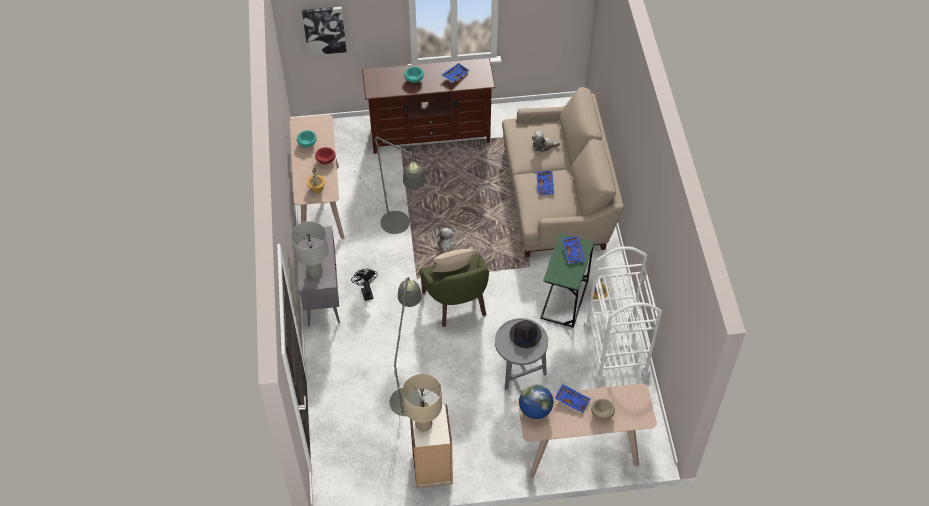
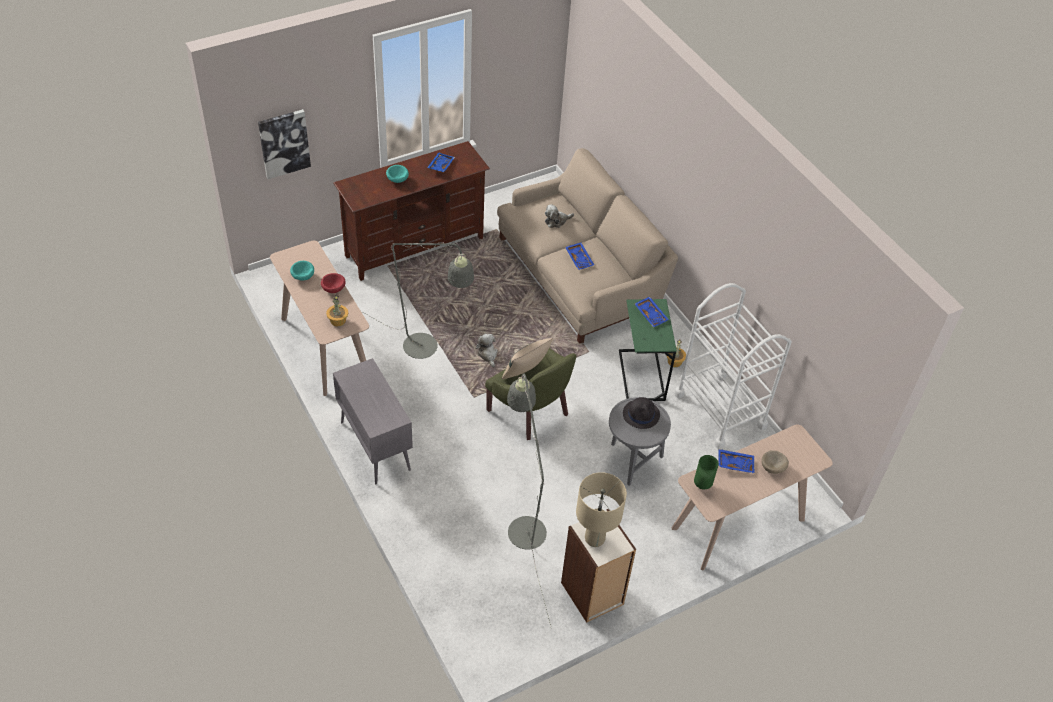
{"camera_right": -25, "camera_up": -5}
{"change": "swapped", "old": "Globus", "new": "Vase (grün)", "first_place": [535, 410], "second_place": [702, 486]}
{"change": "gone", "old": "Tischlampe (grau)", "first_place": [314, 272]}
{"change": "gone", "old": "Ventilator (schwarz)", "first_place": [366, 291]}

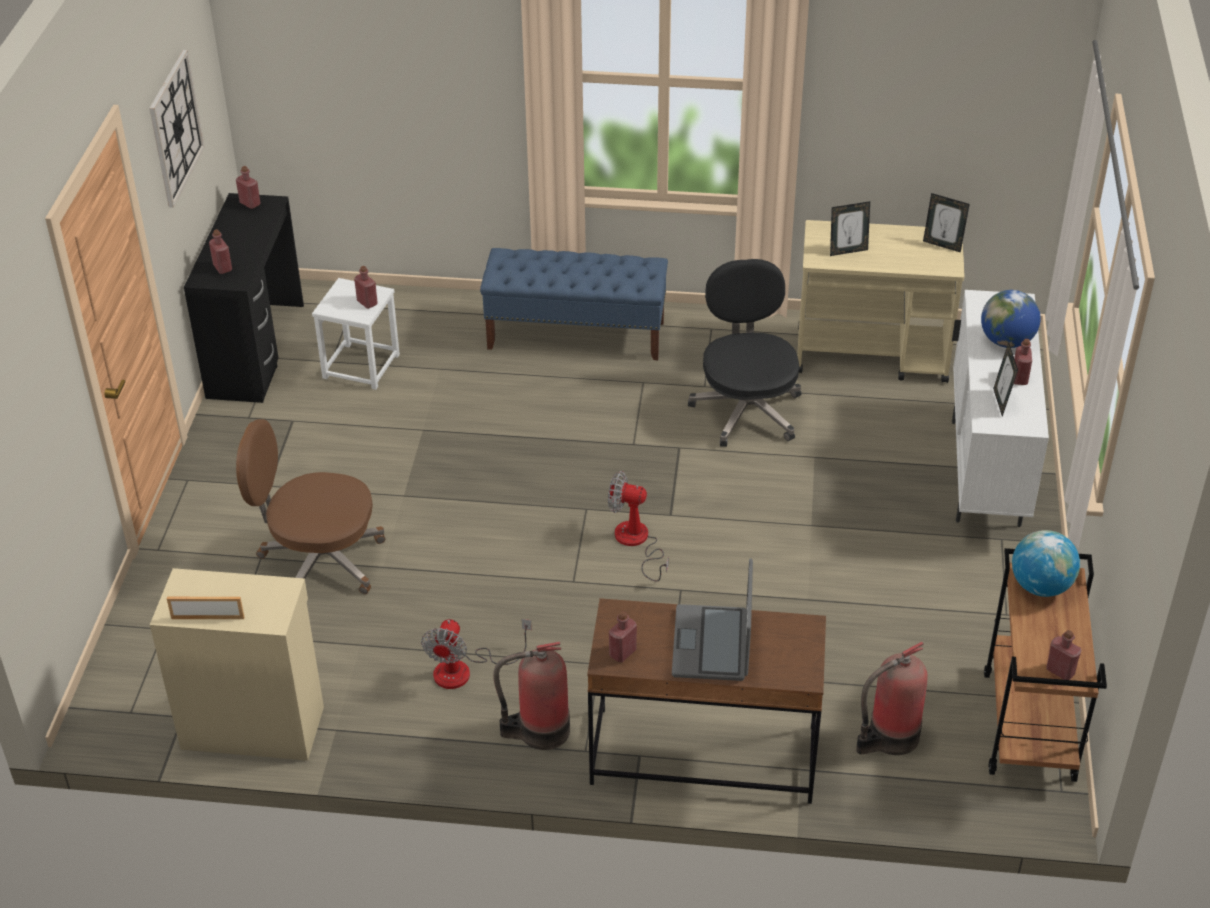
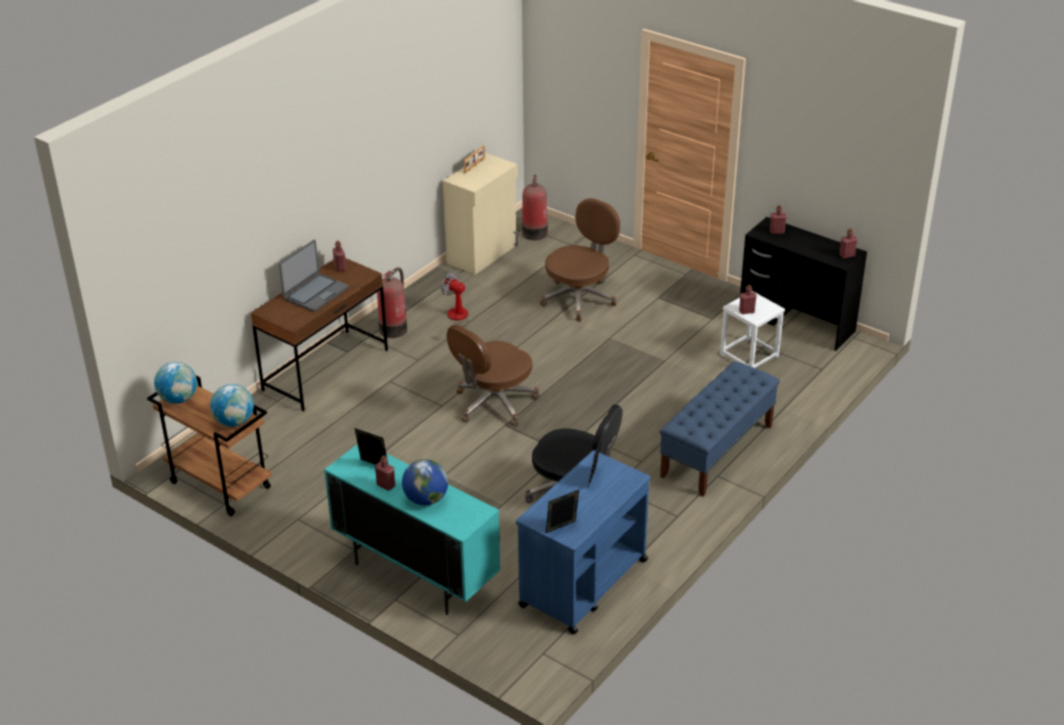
{"camera_right": 120, "camera_up": -5}
{"change": "swapped", "old": "Flasche (rot)", "new": "Globus", "first_place": [1060, 671], "second_place": [178, 399]}
{"change": "rotated", "old": "Laptop", "first_place": [712, 644], "second_place": [315, 293], "degrees": 90}
{"change": "repainted", "old": "Schrank (weiß)", "new": "Schrank (türkis)", "first_place": [985, 473], "second_place": [415, 575]}
{"change": "swapped", "old": "Ventilator", "new": "Bürostuhl (braun)", "first_place": [636, 543], "second_place": [494, 404]}
{"change": "repainted", "old": "Rollwagen (beige)", "new": "Rollwagen (blau)", "first_place": [872, 355], "second_place": [582, 583]}
{"change": "shifted", "old": "Feuerlöscher", "first_place": [890, 737], "second_place": [534, 232]}
{"change": "gone", "old": "Wanduhr", "first_place": [175, 128]}

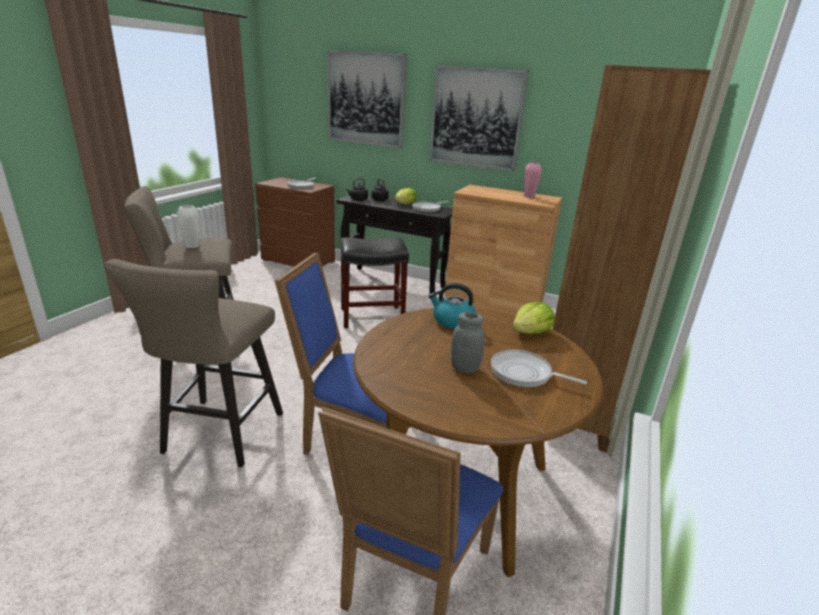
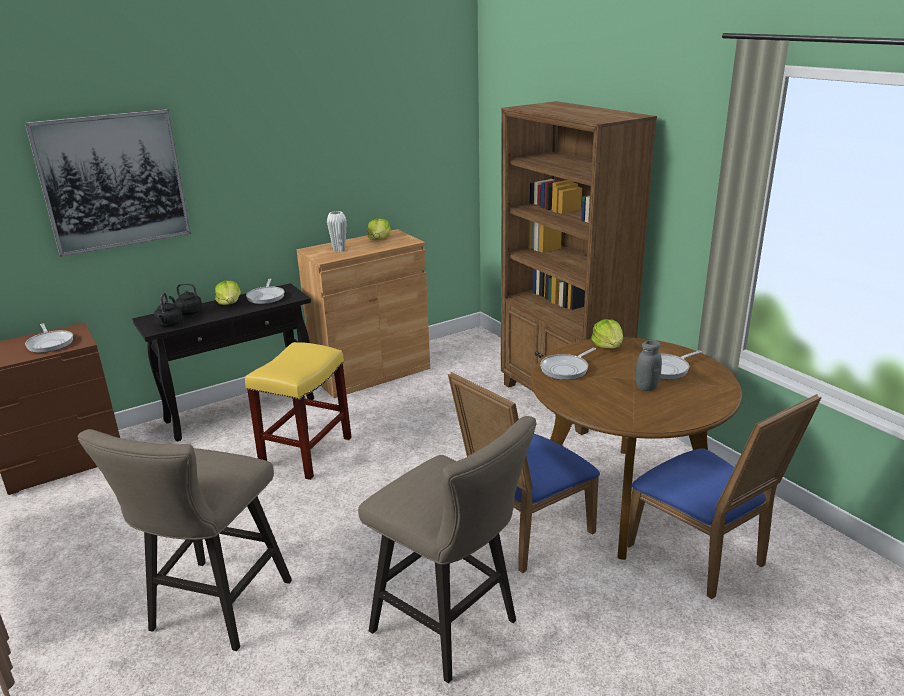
{"camera_right": -55, "camera_up": 0}
{"change": "repainted", "old": "Hocker (schwarz)", "new": "Hocker (gelb)", "first_place": [372, 316], "second_place": [306, 452]}
{"change": "shifted", "old": "Vase (weiß)", "first_place": [192, 246], "second_place": [339, 250]}
{"change": "swapped", "old": "Vase (rosa)", "new": "Salatkopf", "first_place": [529, 196], "second_place": [379, 240]}
{"change": "swapped", "old": "Wasserkessel", "new": "Pfanne", "first_place": [452, 321], "second_place": [566, 369]}
{"change": "gone", "old": "Bild", "first_place": [476, 118]}

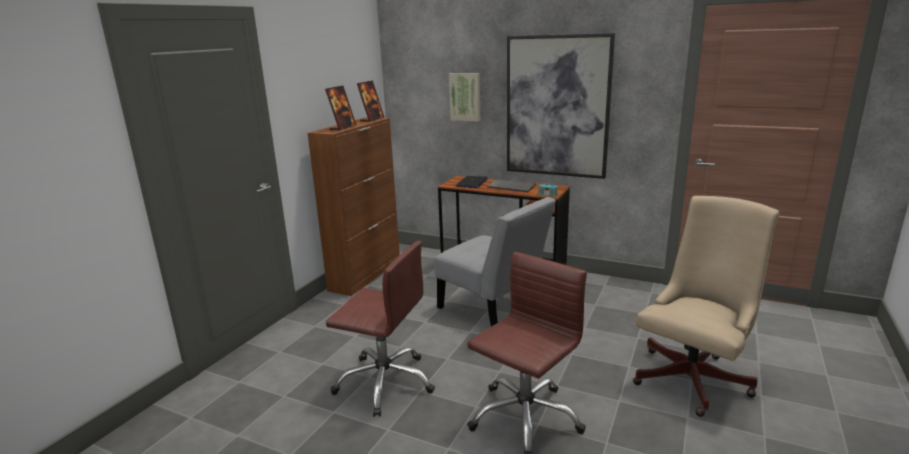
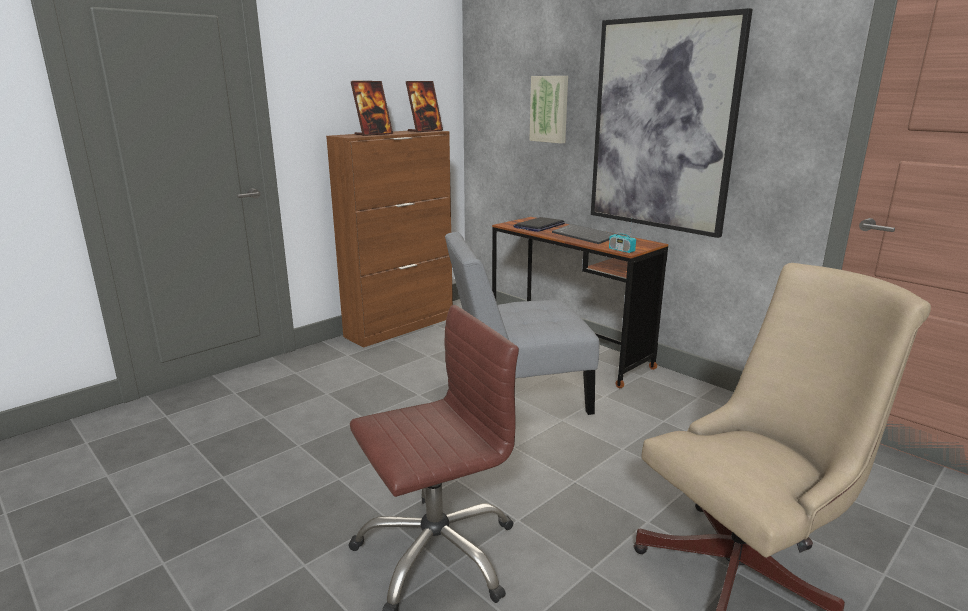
{"camera_right": 20, "camera_up": 0}
{"change": "rotated", "old": "Stuhl (grau)", "first_place": [493, 308], "second_place": [517, 396], "degrees": 105}
{"change": "gone", "old": "Bürostuhl (braun)", "first_place": [385, 382]}

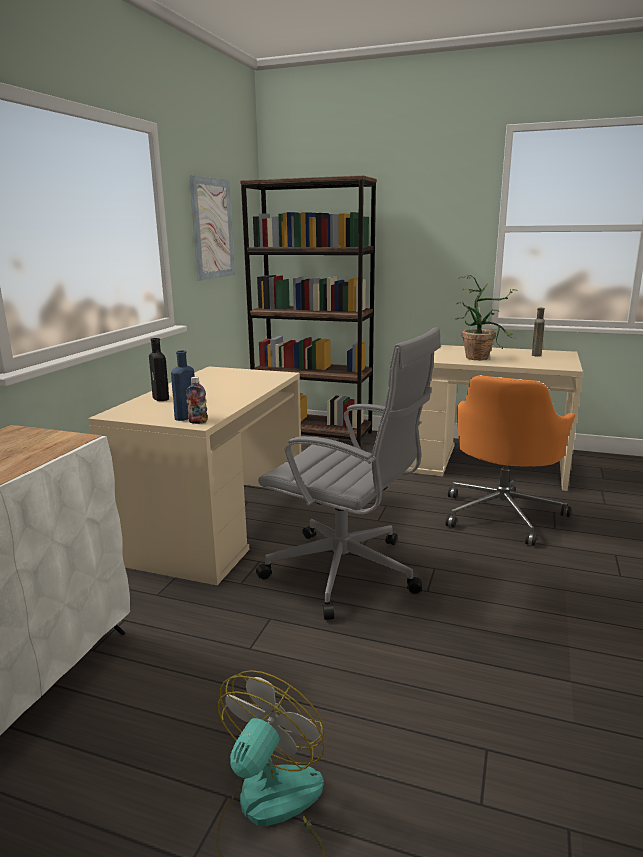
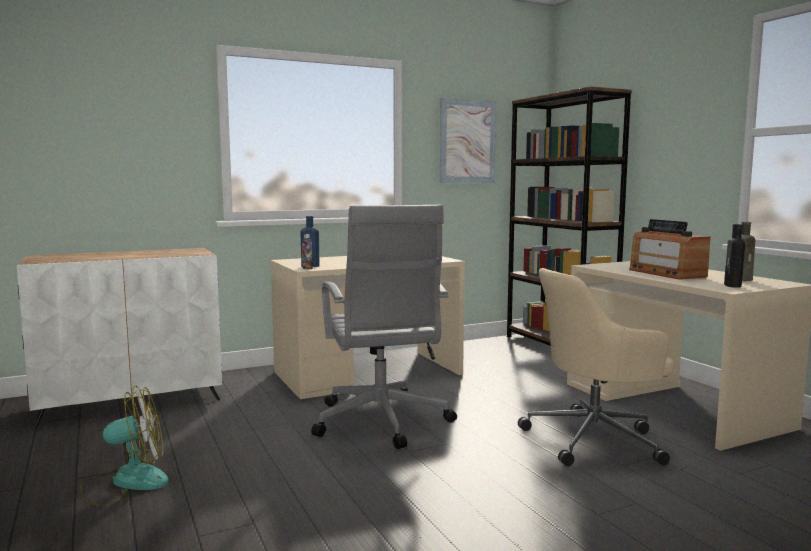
{"camera_right": 45, "camera_up": -10}
{"change": "repainted", "old": "Bürostuhl (orange)", "new": "Bürostuhl (beige)", "first_place": [502, 514], "second_place": [595, 439]}
{"change": "swapped", "old": "Topfpflanze", "new": "Radio", "first_place": [481, 357], "second_place": [666, 273]}
{"change": "shifted", "old": "Flasche (schwarz)", "first_place": [161, 399], "second_place": [733, 286]}

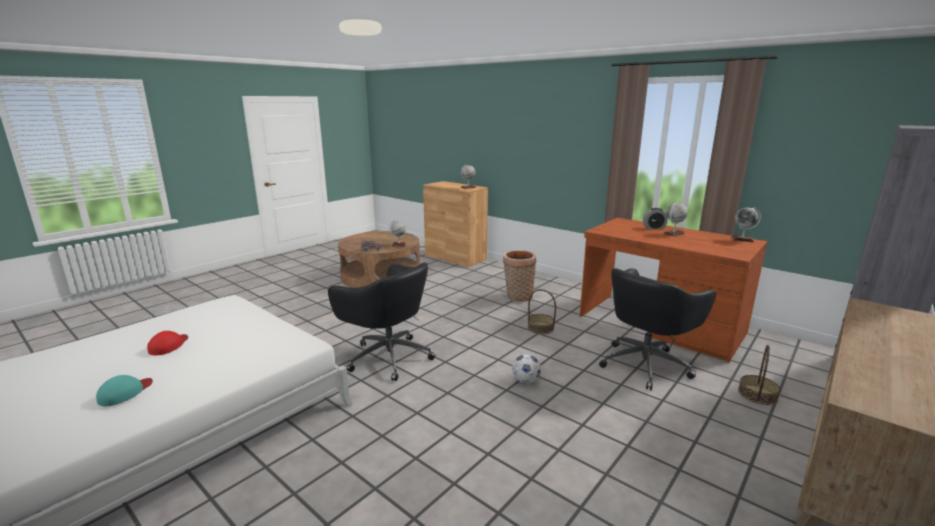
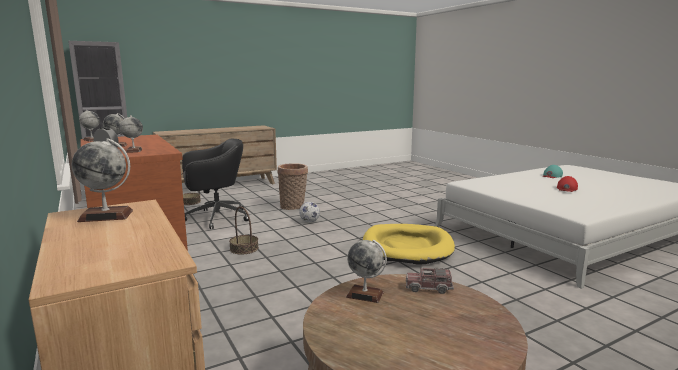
{"camera_right": -160, "camera_up": -5}
{"change": "new", "new": "Globus", "second_place": [134, 150]}
{"change": "shifted", "old": "Korb", "first_place": [518, 297], "second_place": [293, 206]}
{"change": "swapped", "old": "Bürostuhl (schwarz)", "new": "Hundebett (gelb)", "first_place": [388, 356], "second_place": [407, 247]}

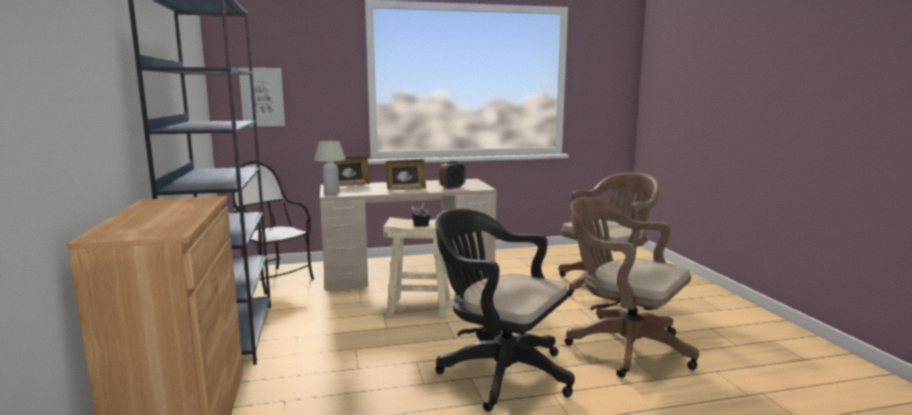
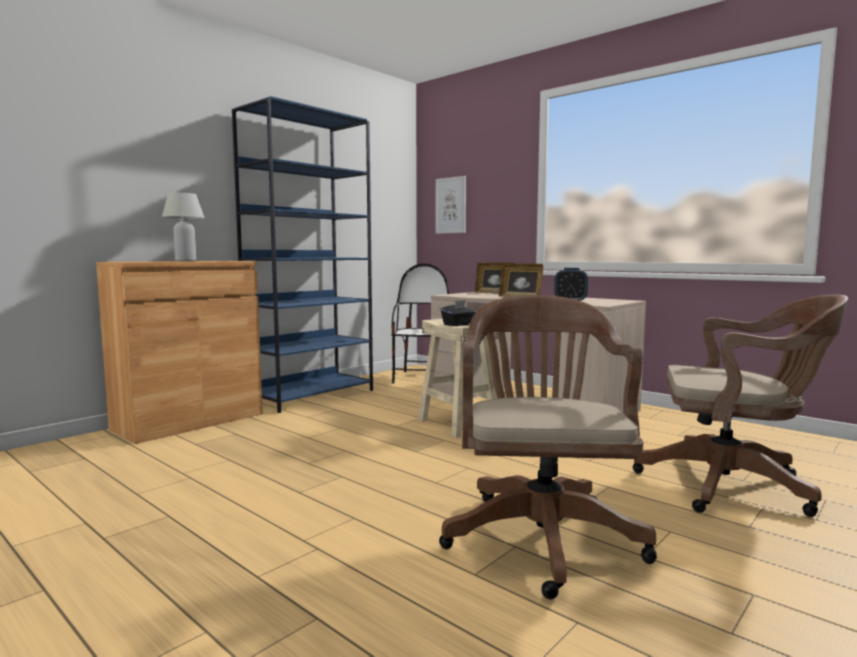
{"camera_right": 55, "camera_up": -5}
{"change": "shifted", "old": "Tischlampe (weiß)", "first_place": [331, 192], "second_place": [185, 261]}
{"change": "gone", "old": "Bürostuhl (schwarz)", "first_place": [499, 372]}

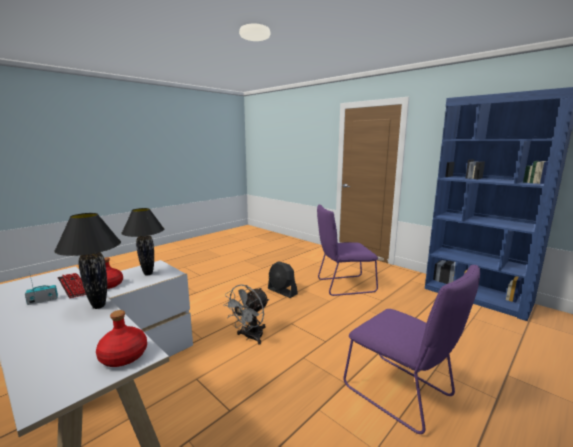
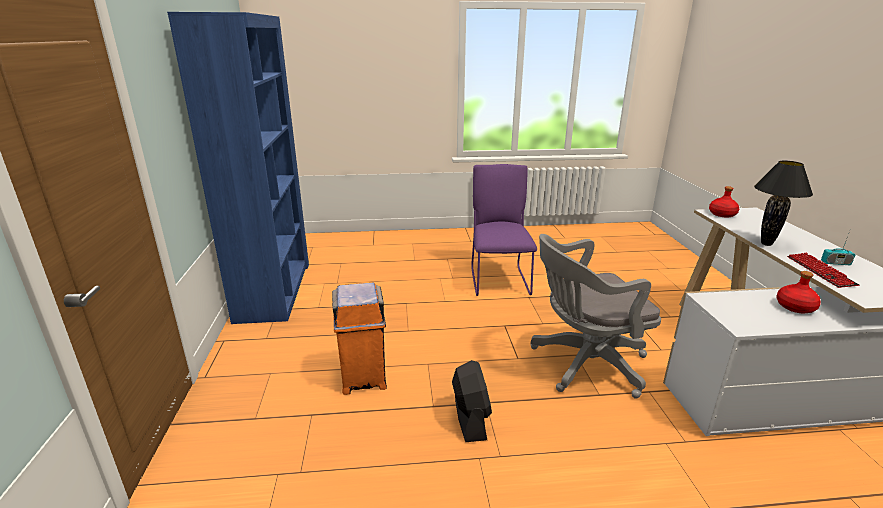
{"camera_right": -140, "camera_up": 10}
{"change": "swapped", "old": "Stuhl (lila)", "new": "Mülleimer (orange)", "first_place": [343, 286], "second_place": [363, 378]}
{"change": "swapped", "old": "Ventilator (grau)", "new": "Bürostuhl (grau)", "first_place": [250, 337], "second_place": [583, 364]}
{"change": "gone", "old": "Tischlampe (schwarz)", "first_place": [148, 274]}

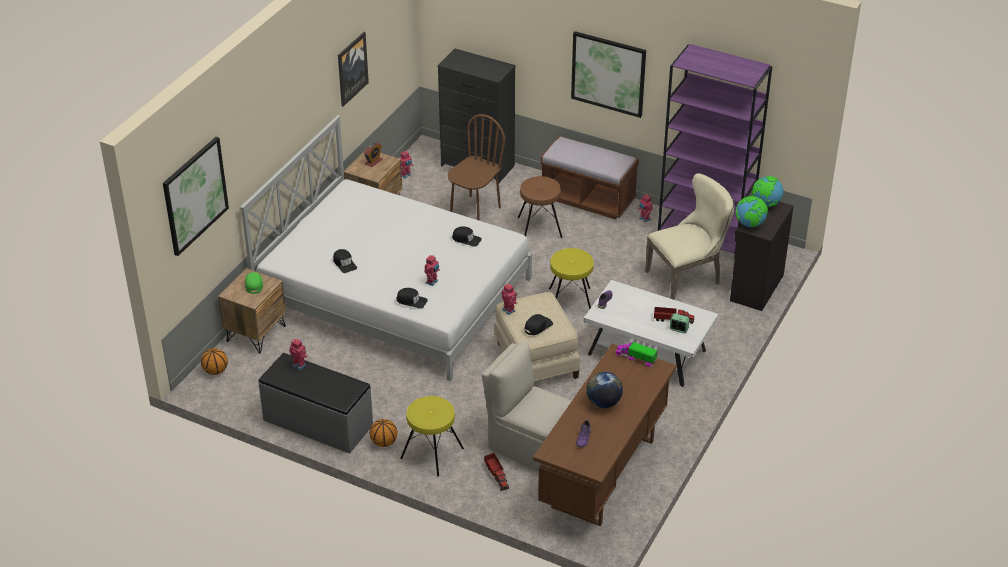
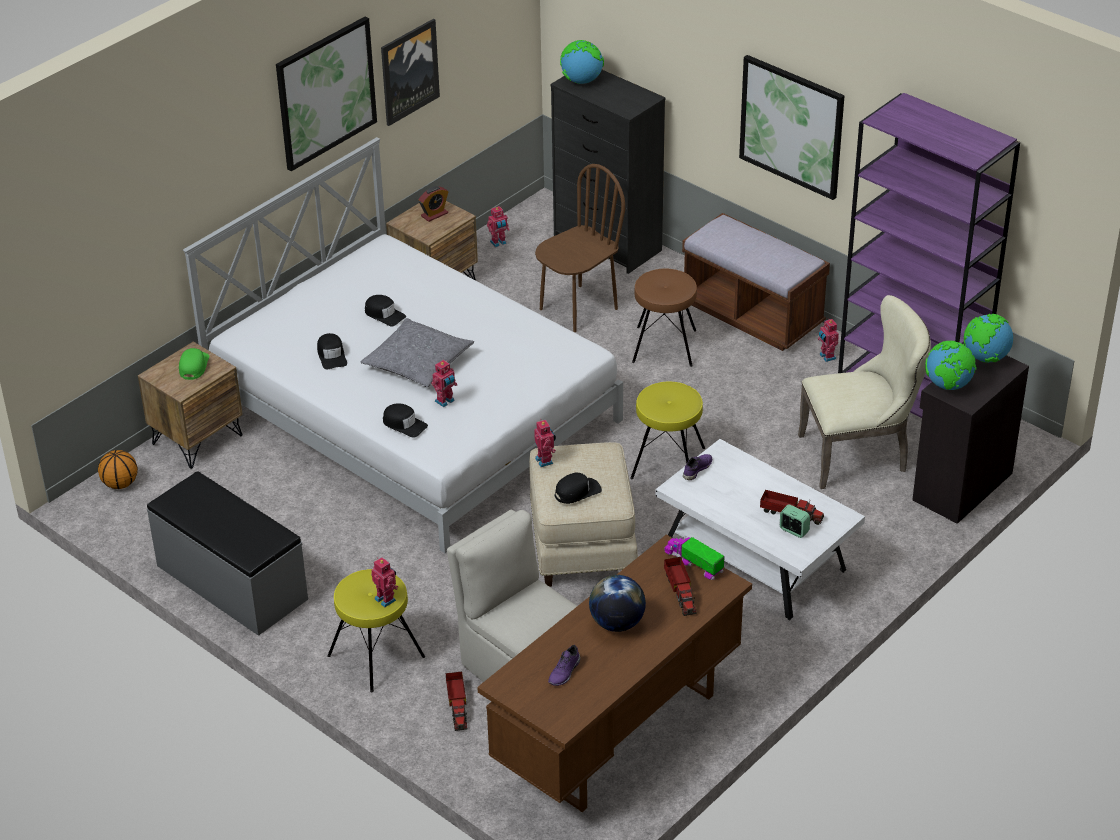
{"camera_right": 15, "camera_up": 0}
{"change": "shifted", "old": "Bild", "first_place": [195, 195], "second_place": [325, 93]}
{"change": "new", "new": "Kissen (grau)", "second_place": [417, 362]}
{"change": "shifted", "old": "Kappe (schwarz)", "first_place": [466, 239], "second_place": [384, 314]}
{"change": "shifted", "old": "Spielzeugroboter", "first_place": [299, 365], "second_place": [386, 599]}
{"change": "new", "new": "Globus", "second_place": [581, 81]}
{"change": "new", "new": "Spielzeuglaster", "second_place": [680, 591]}
{"change": "gone", "old": "Basketball", "first_place": [383, 442]}

